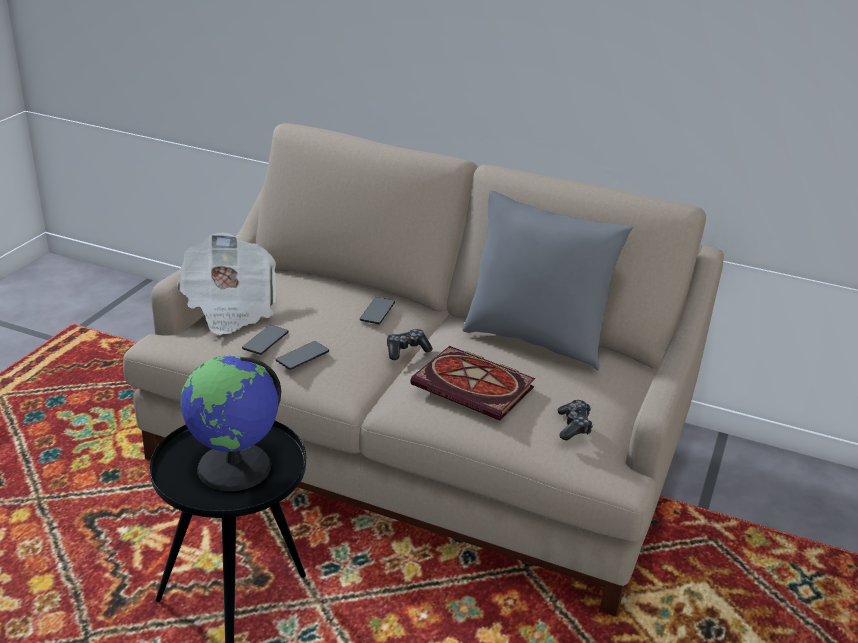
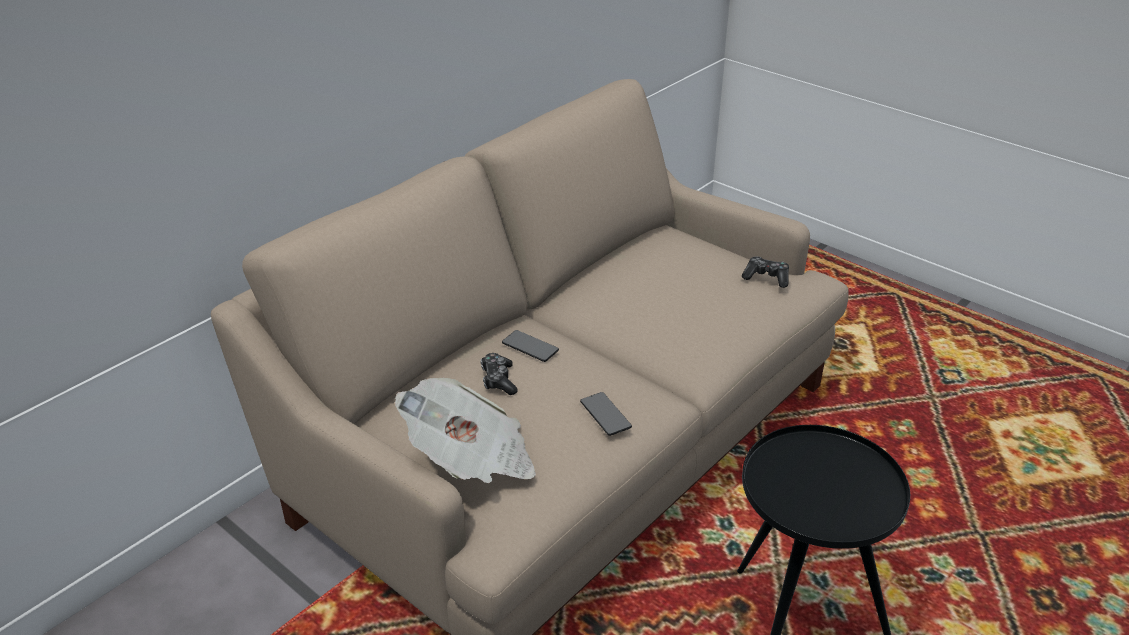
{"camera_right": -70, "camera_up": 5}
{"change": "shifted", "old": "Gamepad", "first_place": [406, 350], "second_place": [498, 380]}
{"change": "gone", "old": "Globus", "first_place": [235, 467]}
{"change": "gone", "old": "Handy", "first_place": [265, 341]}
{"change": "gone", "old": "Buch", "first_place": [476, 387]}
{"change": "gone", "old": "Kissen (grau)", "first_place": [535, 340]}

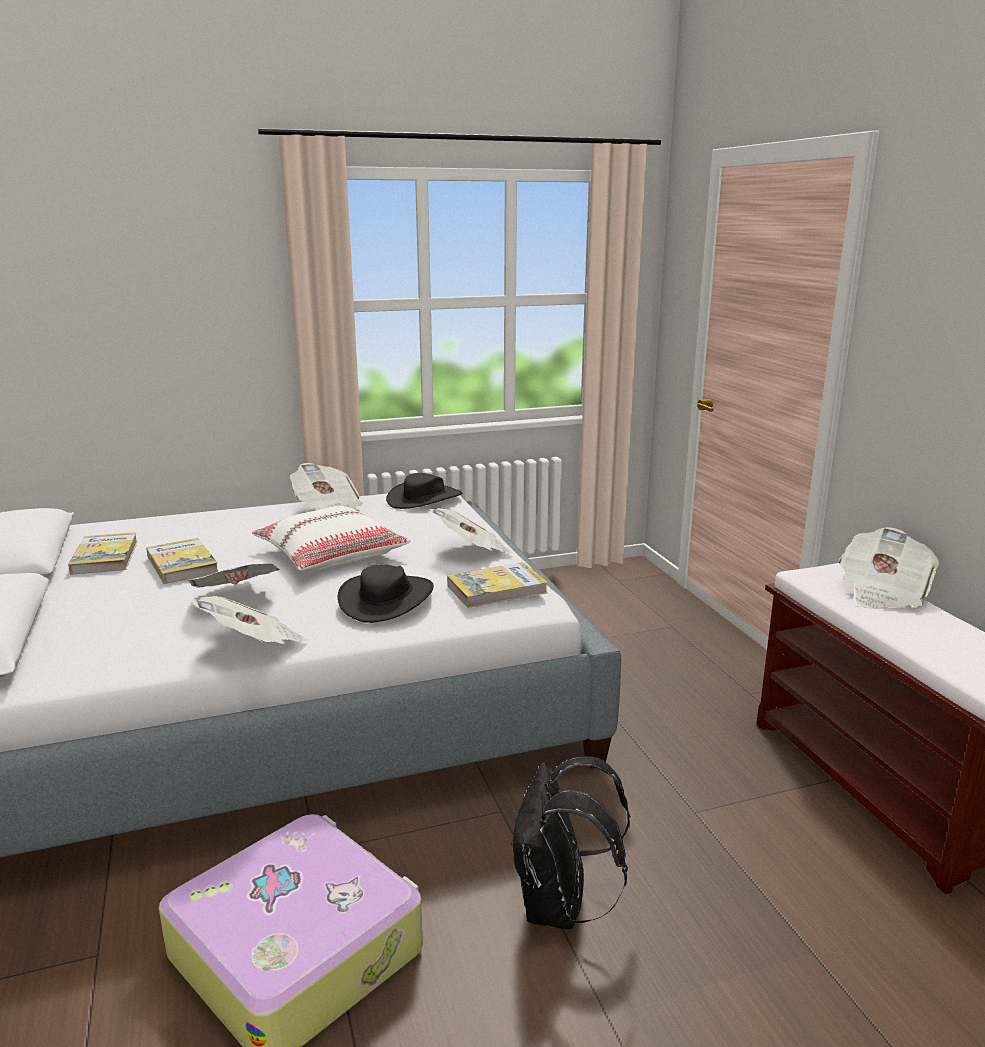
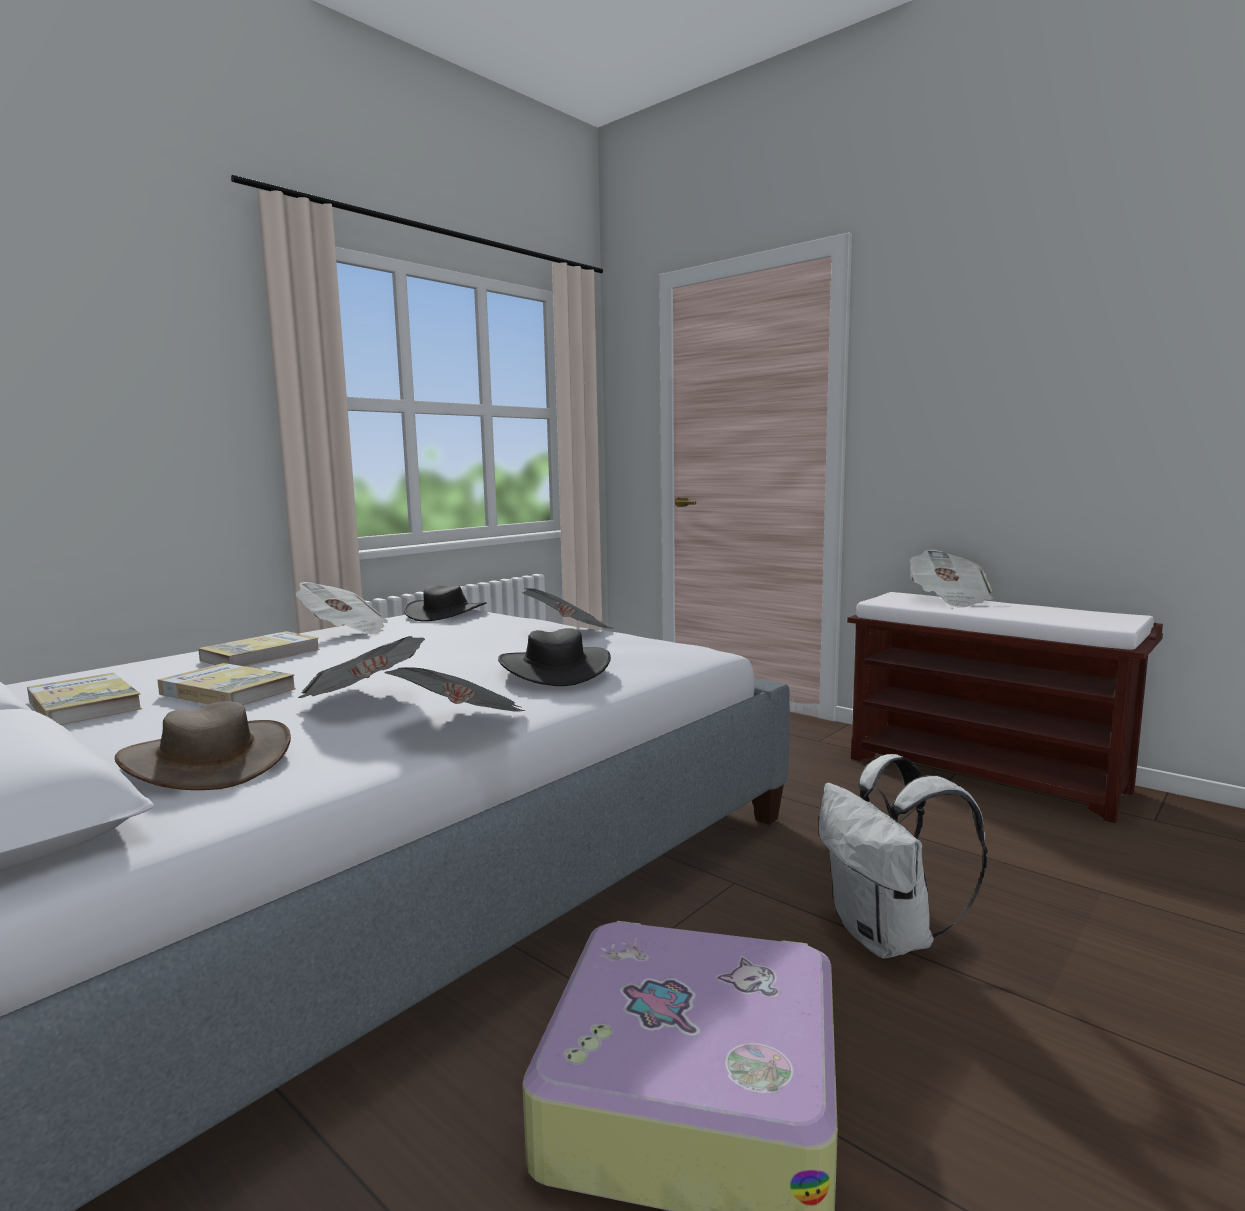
{"camera_right": -30, "camera_up": -10}
{"change": "new", "new": "Hut (braun)", "second_place": [208, 760]}
{"change": "shifted", "old": "Buch", "first_place": [496, 589], "second_place": [261, 655]}
{"change": "repainted", "old": "Rucksack (schwarz)", "new": "Rucksack (weiß)", "first_place": [559, 907], "second_place": [888, 937]}
{"change": "gone", "old": "Kissen (weiß)", "first_place": [331, 554]}

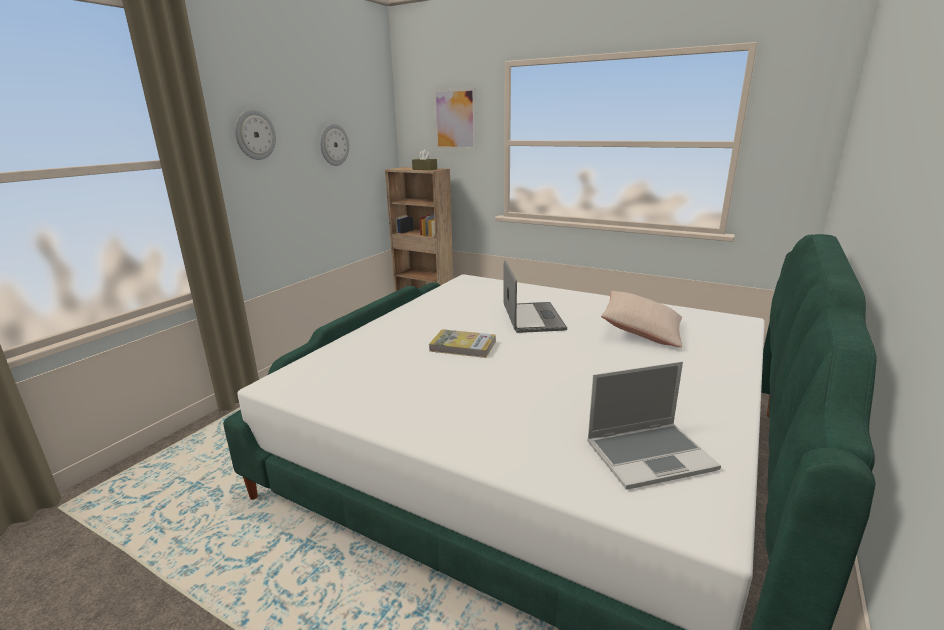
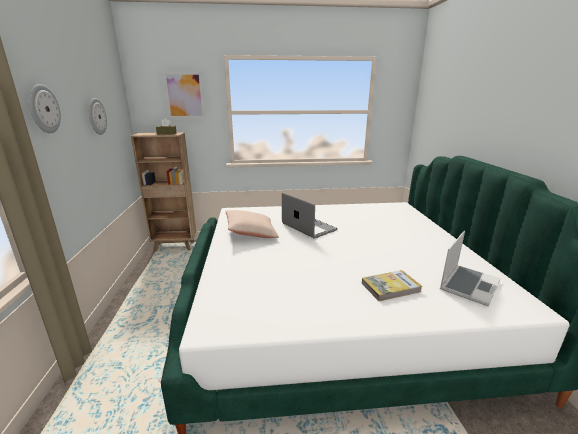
{"camera_right": -35, "camera_up": 0}
{"change": "shifted", "old": "Kissen (beige)", "first_place": [641, 331], "second_place": [251, 233]}
{"change": "shifted", "old": "Buch", "first_place": [463, 346], "second_place": [390, 287]}

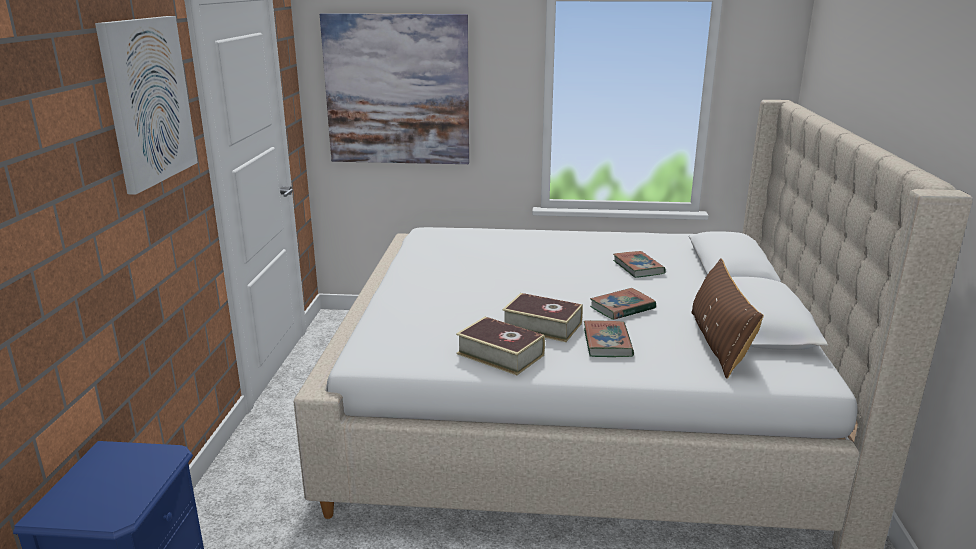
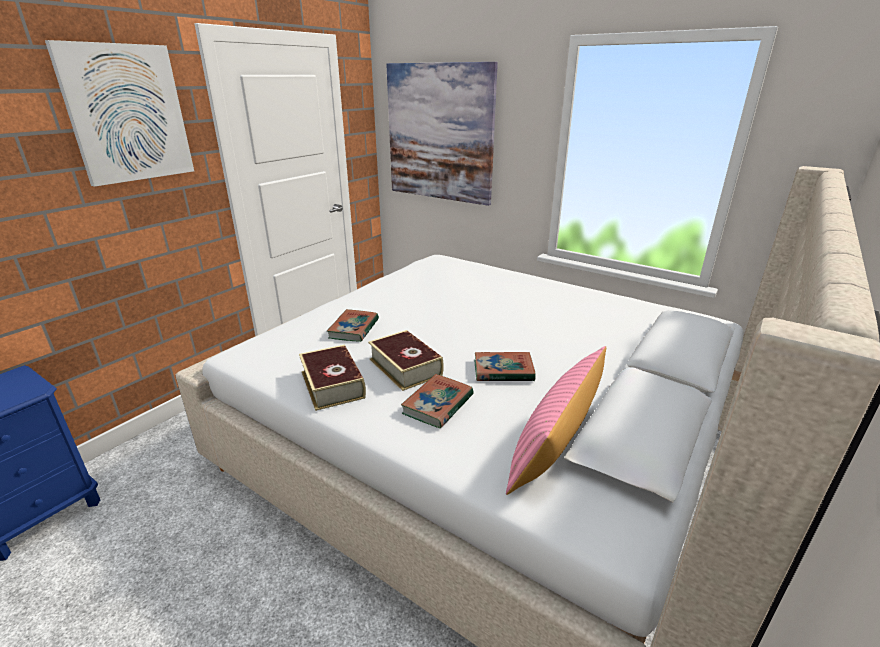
{"camera_right": 30, "camera_up": 5}
{"change": "shifted", "old": "Buch", "first_place": [638, 267], "second_place": [354, 329]}
{"change": "repainted", "old": "Kissen (braun)", "new": "Kissen (rosa)", "first_place": [718, 343], "second_place": [554, 444]}

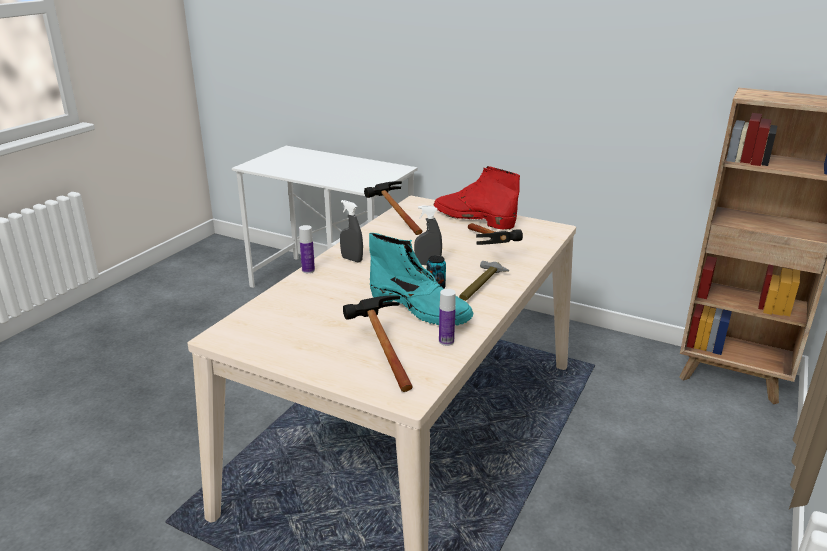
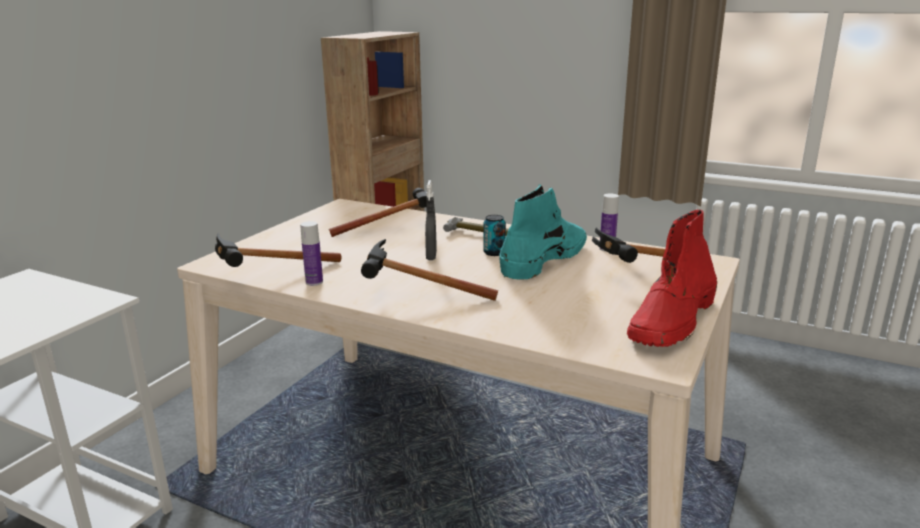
{"camera_right": -90, "camera_up": -5}
{"change": "shifted", "old": "Flasche", "first_place": [308, 270], "second_place": [314, 282]}
{"change": "swapped", "old": "Sprühflasche (grau)", "new": "Hammer", "first_place": [352, 259], "second_place": [413, 295]}
{"change": "shifted", "old": "Stiefel (rot)", "first_place": [472, 218], "second_place": [672, 322]}

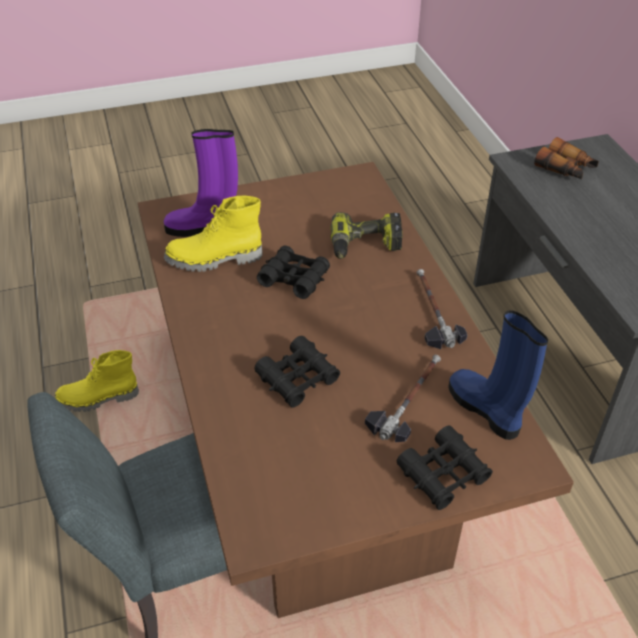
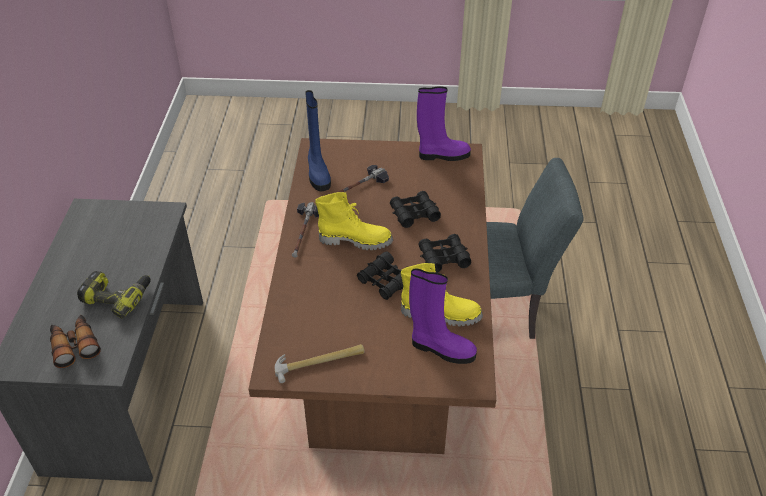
{"camera_right": -160, "camera_up": 0}
{"change": "shifted", "old": "Bohrmaschine", "first_place": [365, 245], "second_place": [118, 296]}
{"change": "new", "new": "Hammer", "second_place": [319, 362]}
{"change": "shifted", "old": "Stiefel (gelb)", "first_place": [98, 399], "second_place": [355, 240]}
{"change": "new", "new": "Stiefel (lila)", "second_place": [442, 155]}
{"change": "shifted", "old": "Fernglas (schwarz)", "first_place": [443, 474], "second_place": [443, 258]}

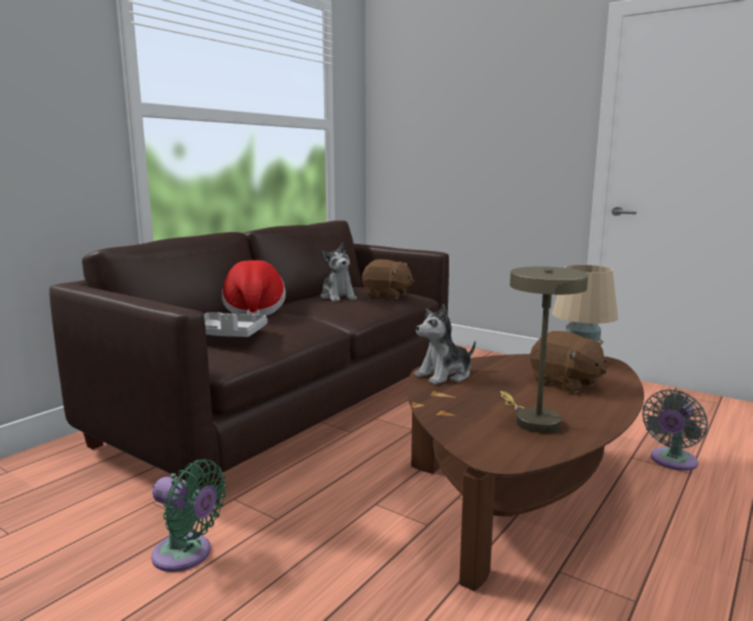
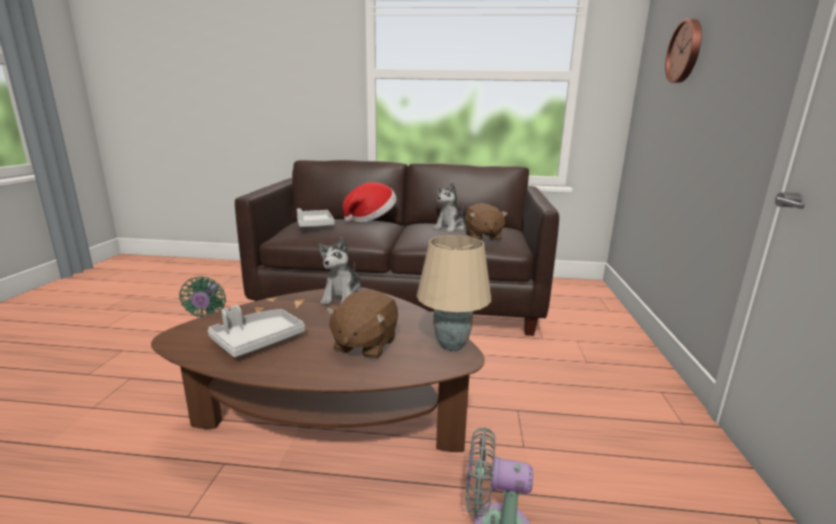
{"camera_right": 60, "camera_up": 5}
{"change": "swapped", "old": "Tischlampe (beige)", "new": "Tablett (grau)", "first_place": [533, 420], "second_place": [257, 340]}
{"change": "rotated", "old": "Plüschtier", "first_place": [445, 375], "second_place": [343, 297], "degrees": -105}
{"change": "new", "new": "Wanduhr", "second_place": [686, 51]}

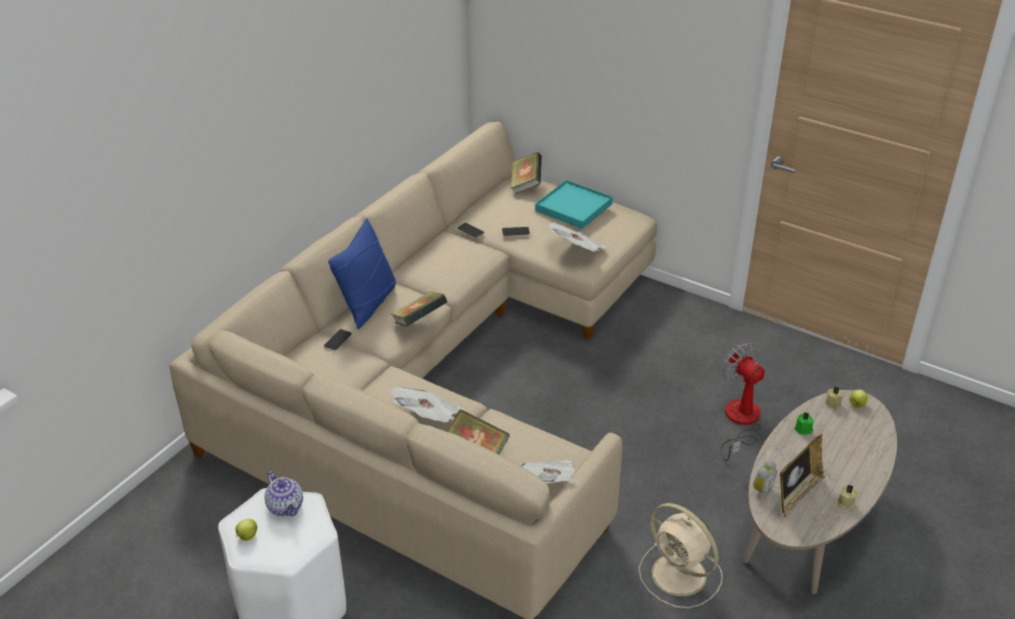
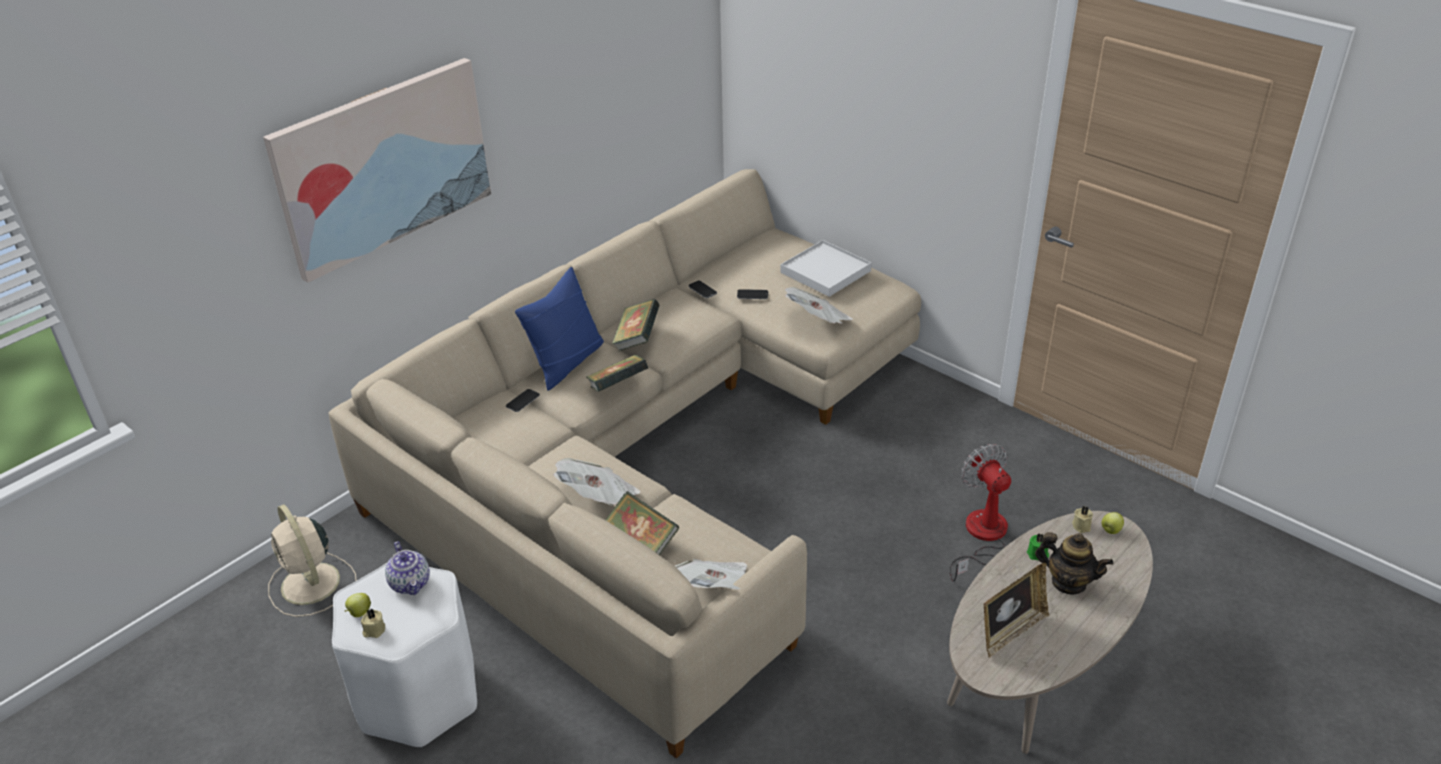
{"camera_right": 10, "camera_up": 0}
{"change": "new", "new": "Bild", "second_place": [383, 166]}
{"change": "shifted", "old": "Ventilator (beige)", "first_place": [681, 576], "second_place": [311, 585]}
{"change": "shifted", "old": "Kerze (beige)", "first_place": [845, 503], "second_place": [374, 630]}
{"change": "shifted", "old": "Buch", "first_place": [526, 185], "second_place": [637, 339]}
{"change": "repainted", "old": "Tablett (türkis)", "new": "Tablett (weiß)", "first_place": [574, 207], "second_place": [826, 272]}
{"change": "new", "new": "Teekanne", "second_place": [1068, 582]}
{"change": "gone", "old": "Wecker", "first_place": [761, 489]}

